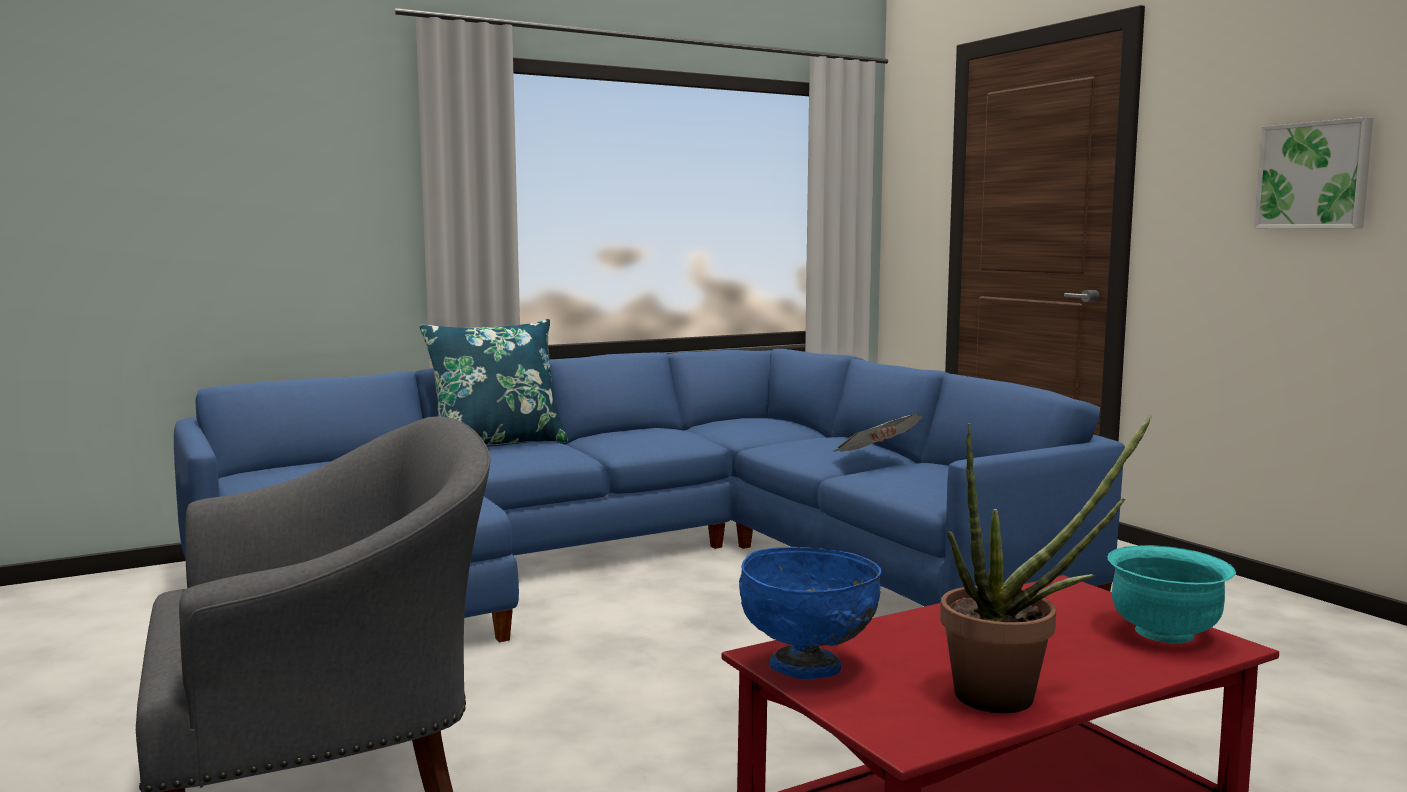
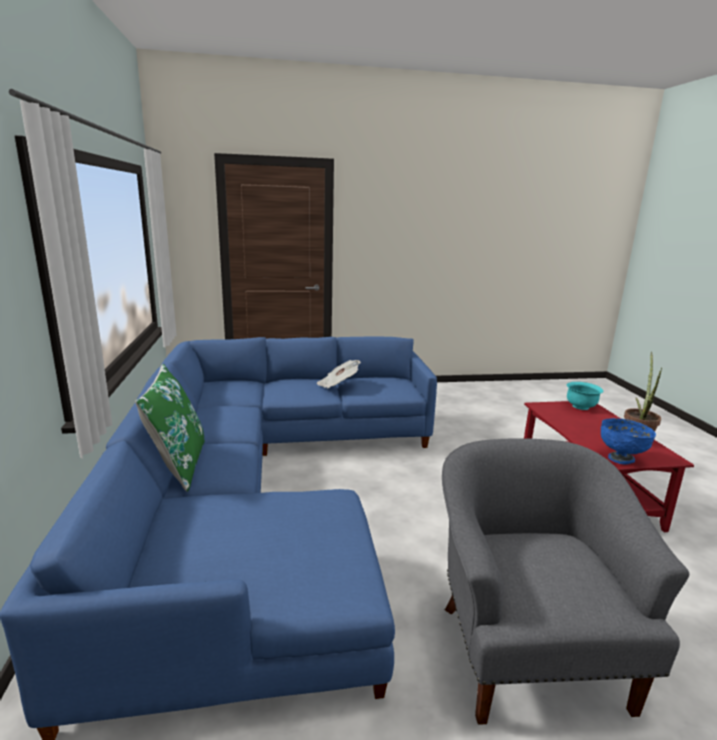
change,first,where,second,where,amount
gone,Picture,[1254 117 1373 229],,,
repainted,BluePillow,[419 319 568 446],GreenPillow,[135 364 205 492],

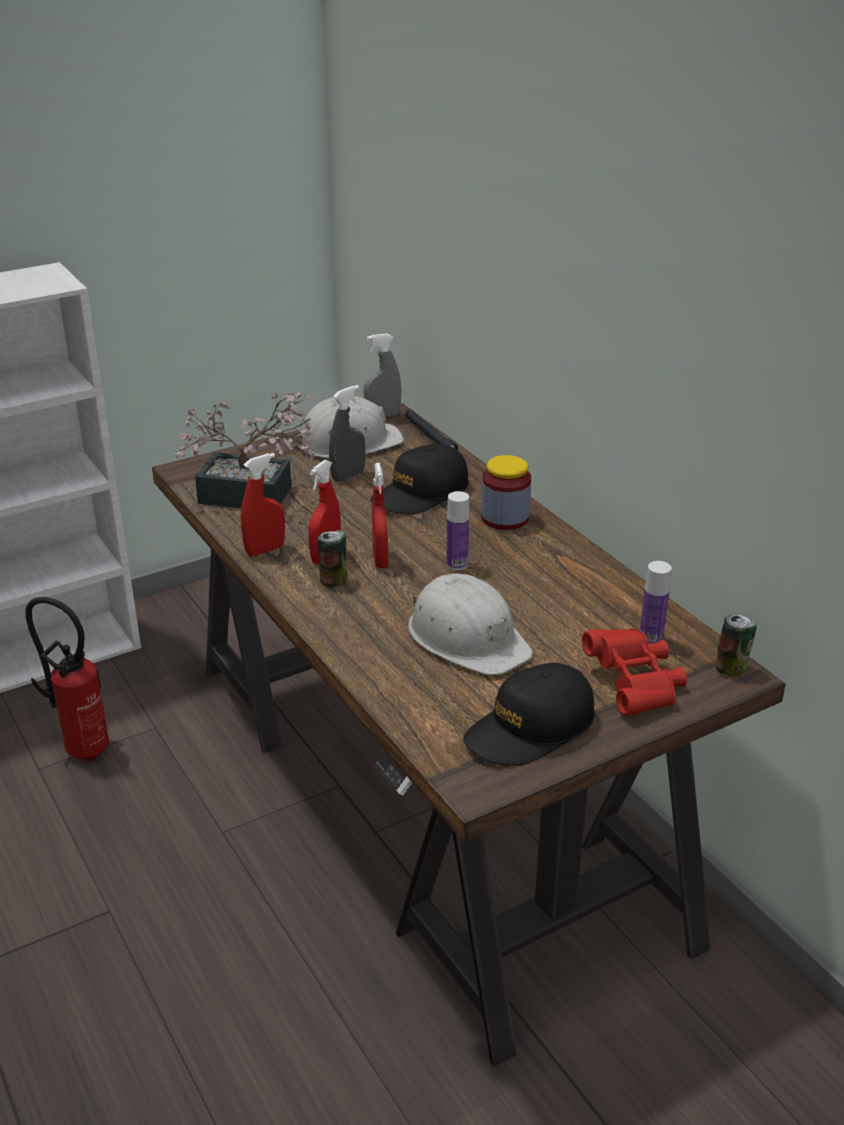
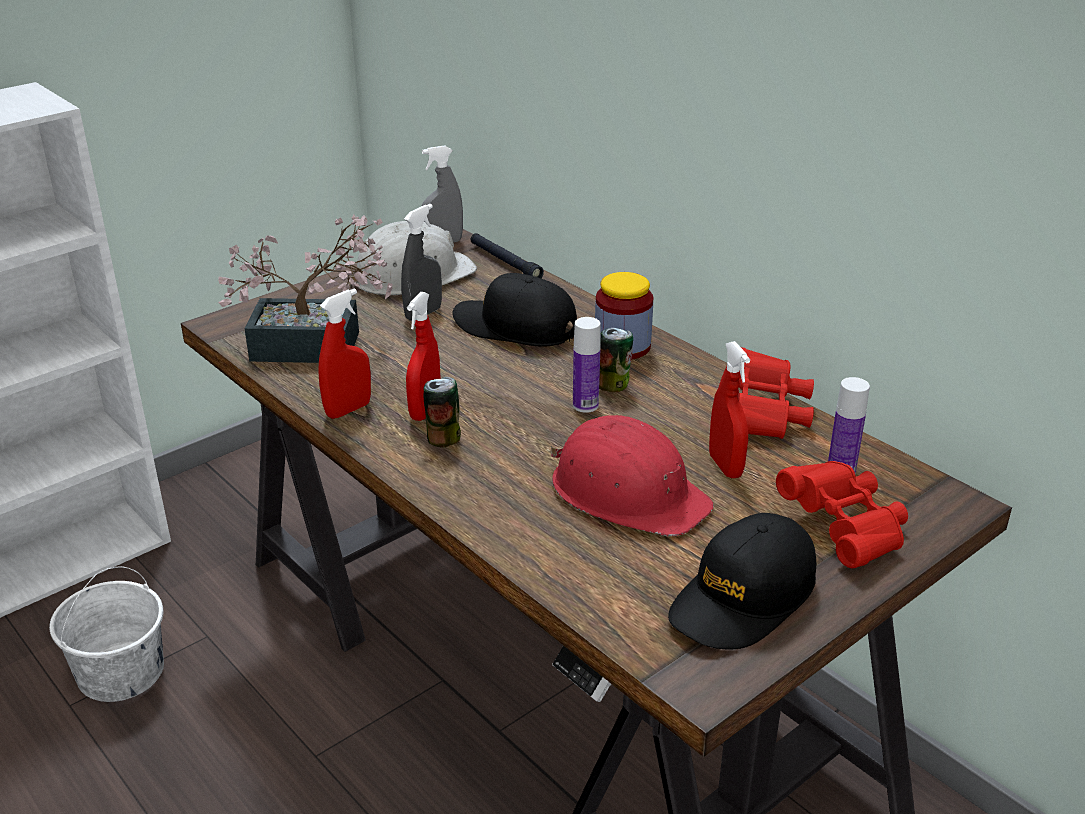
change,first,where,second,where,amount
rotated,BlackCap,[370 444 469 515],,[452 273 577 346],75 degrees clockwise
shifted,RedSprayBottle,[372 463 388 568],,[709 341 750 478],
repainted,WhiteHardHat,[408 574 533 676],RedHardHat,[551 415 714 536],
swapped,FireExtinguisher,[25 597 109 762],WhiteBucket,[49 566 164 702],
shifted,Can,[716 614 757 676],,[599 328 633 392],
new,,,RedBinoculars,[738 347 814 439],

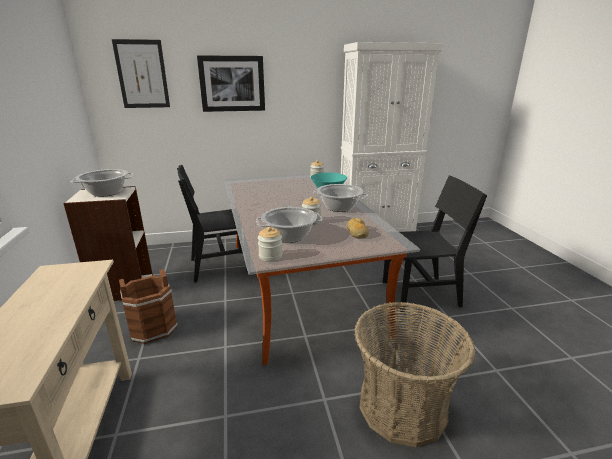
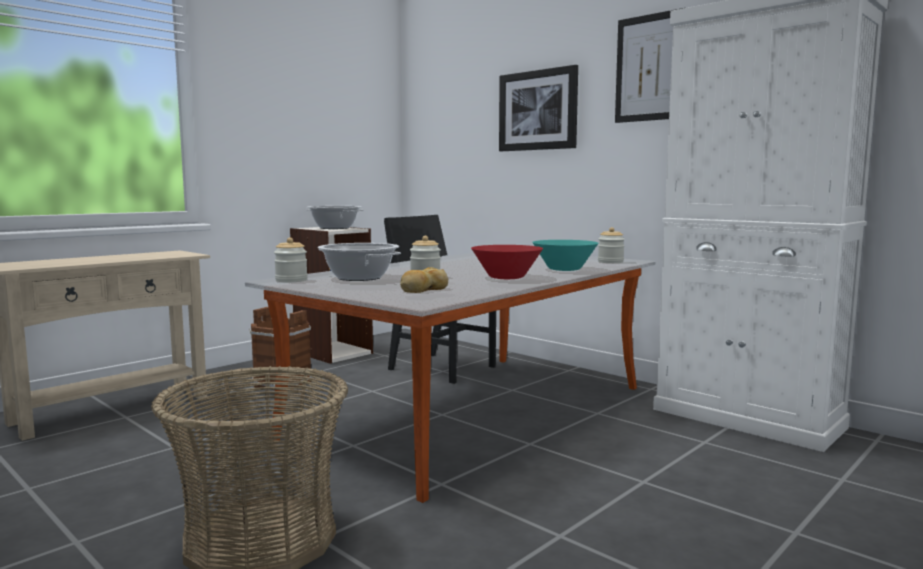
change,first,where,second,where,amount
shifted,Picture,[112 39 170 108],,[615 8 683 123],
gone,BlackChair,[383 176 487 312],,,
swapped,CookingPot,[313 184 368 212],RedBowl,[471 245 543 279],

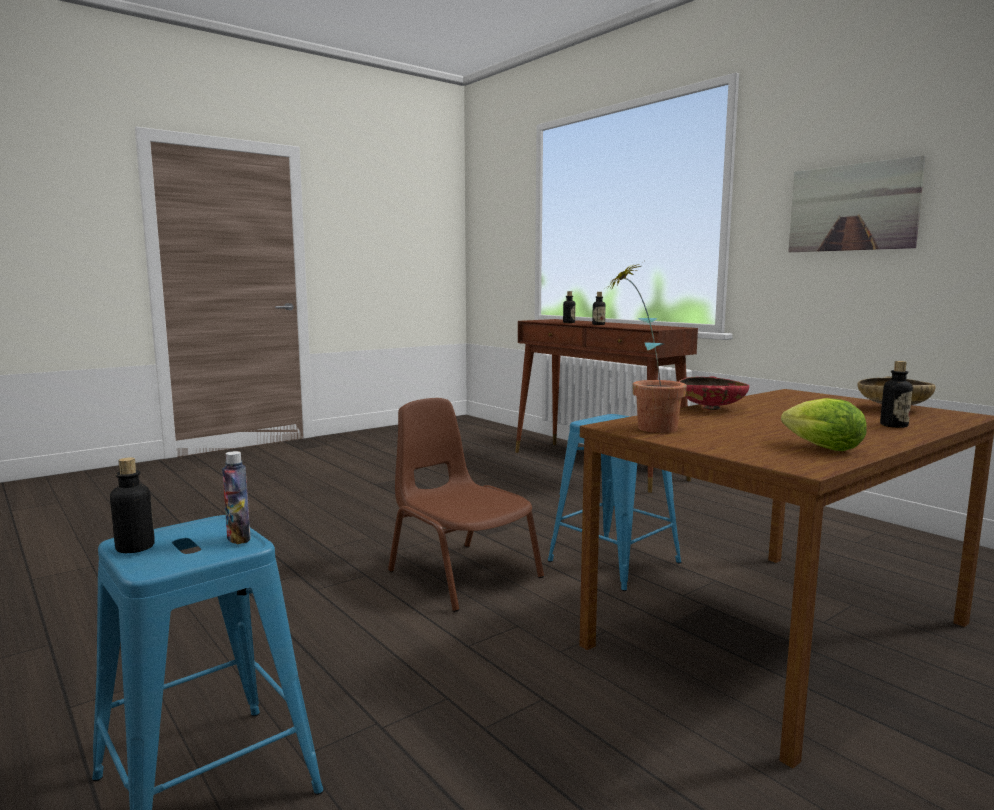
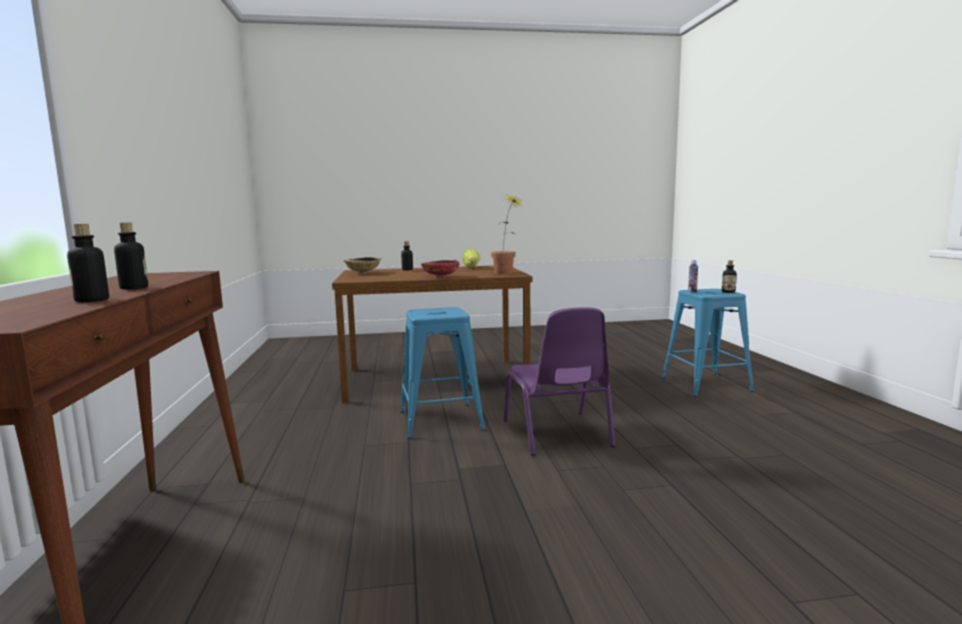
change,first,where,second,where,amount
gone,Picture,[788 155 926 252],,,
repainted,BrownChair,[388 398 544 612],PurpleChair,[504 307 616 456],

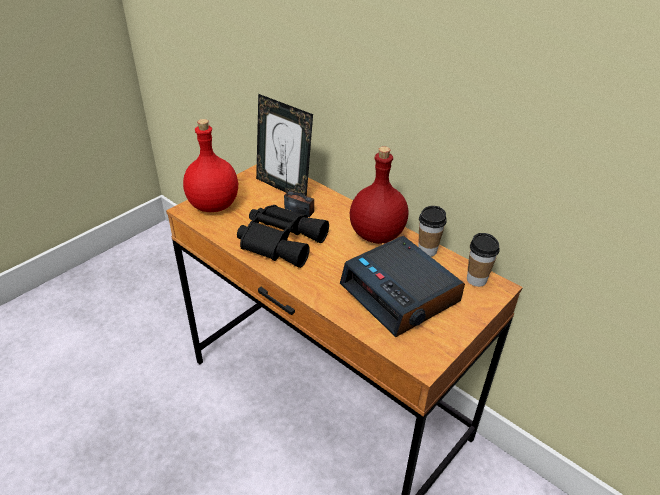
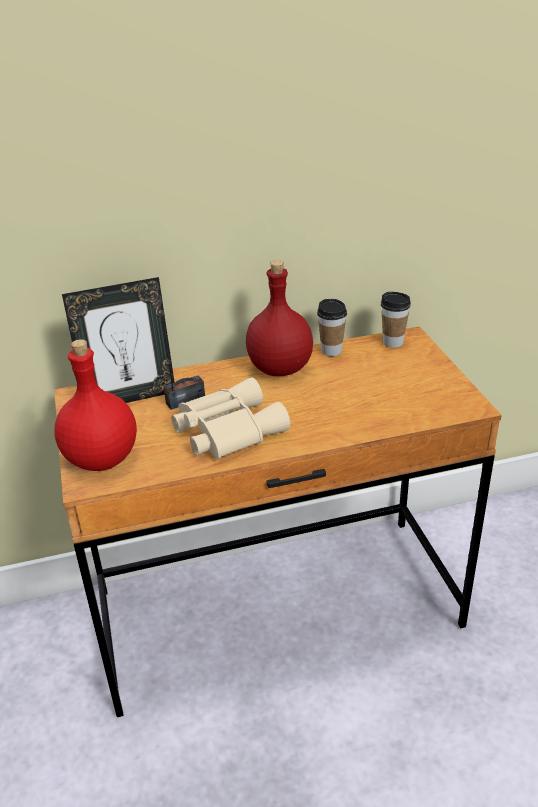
change,first,where,second,where,amount
repainted,BlackBinoculars,[237 205 329 268],BeigeBinoculars,[171 377 290 459],
gone,AlarmClock,[340 236 465 337],,,

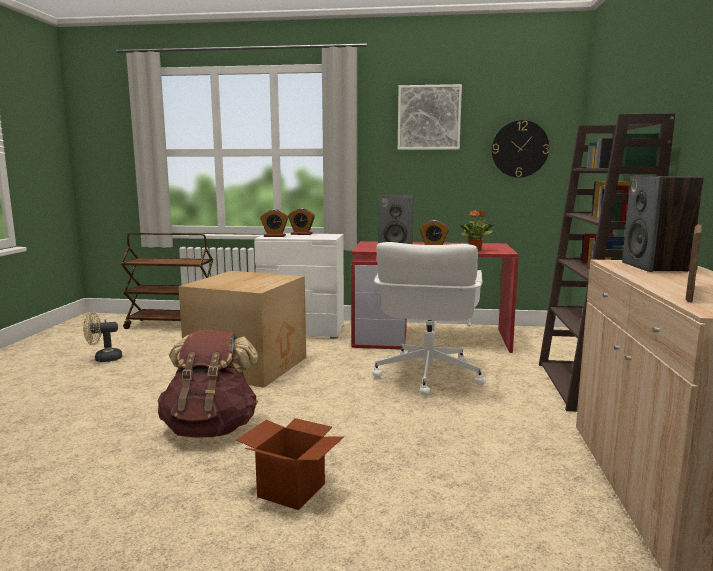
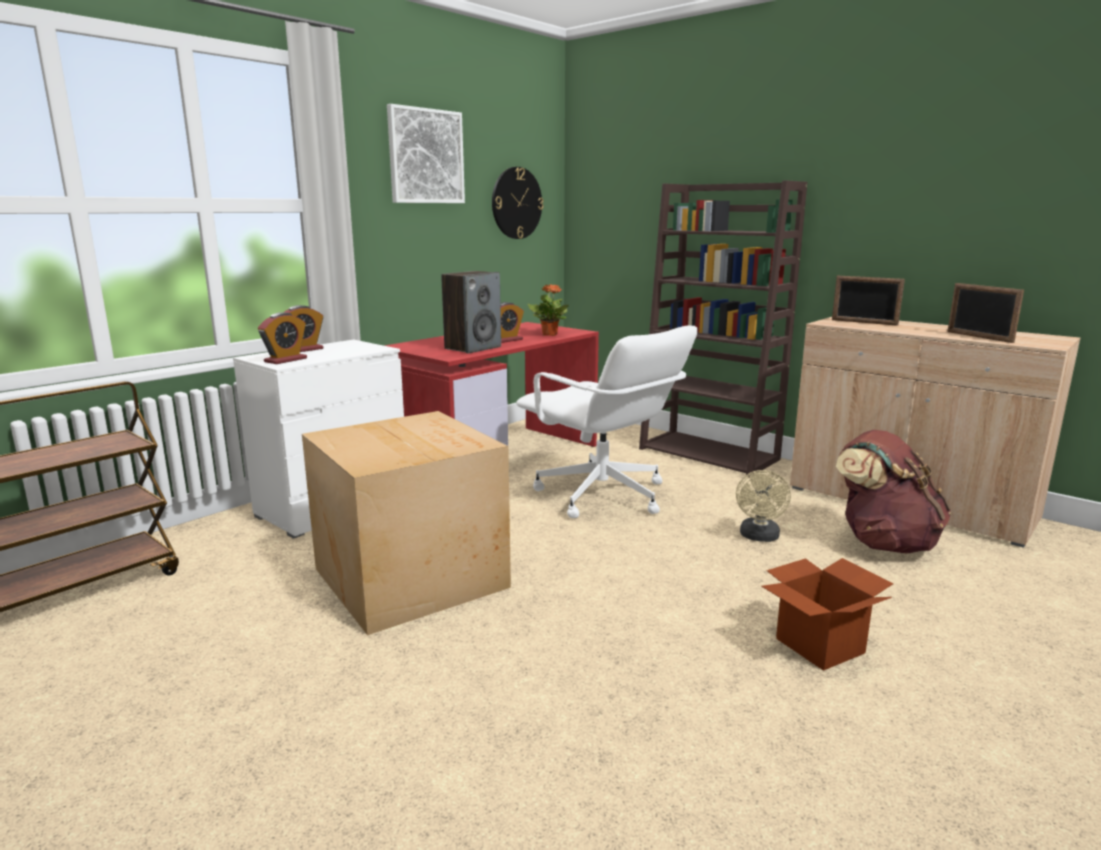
change,first,where,second,where,amount
swapped,Speaker,[622 175 703 272],PictureFrame,[832 275 905 326],
shifted,BeigeFan,[83 312 122 362],,[736 470 791 542],
shifted,BrownBackpack,[158 330 258 438],,[836 430 951 554],

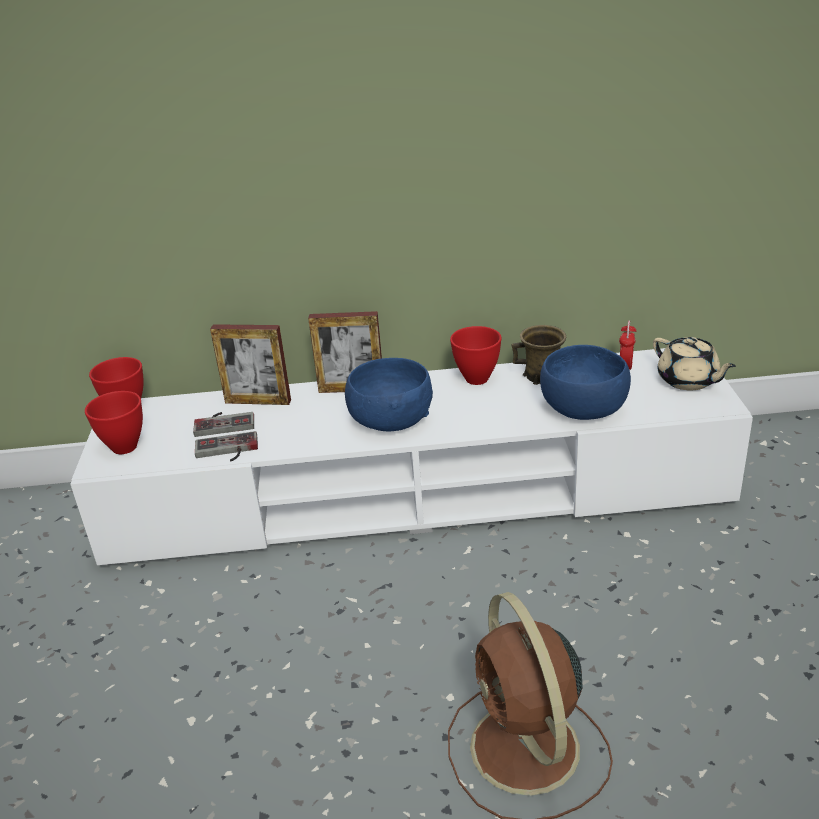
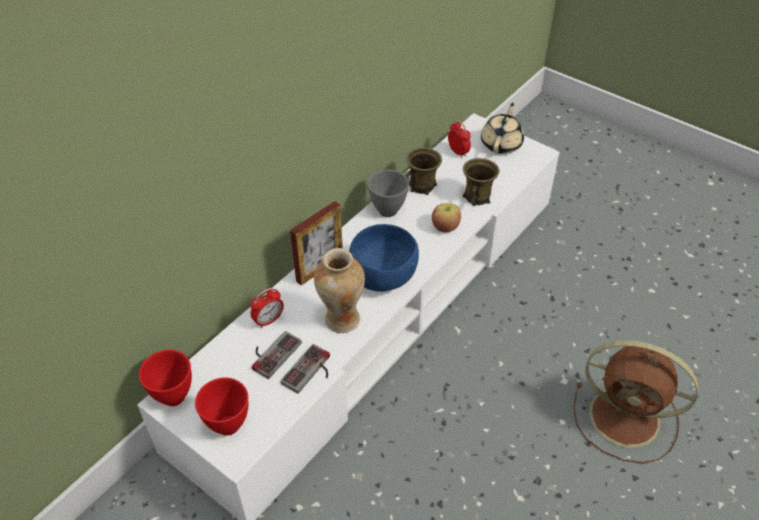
change,first,where,second,where,amount
swapped,PictureFrame,[210 324 291 405],AlarmClock,[250 288 284 328],
repainted,RedBowl,[450 326 502 385],GreyBowl,[368 170 409 217],
rotated,BeigeTeapot,[653 337 736 390],,[481 103 524 154],75 degrees counterclockwise
swapped,BlueBowl,[540 345 631 420],BrownMug,[463 158 499 206],
new,,,Apple,[432 203 461 233],
new,,,Vase,[314 248 365 333],

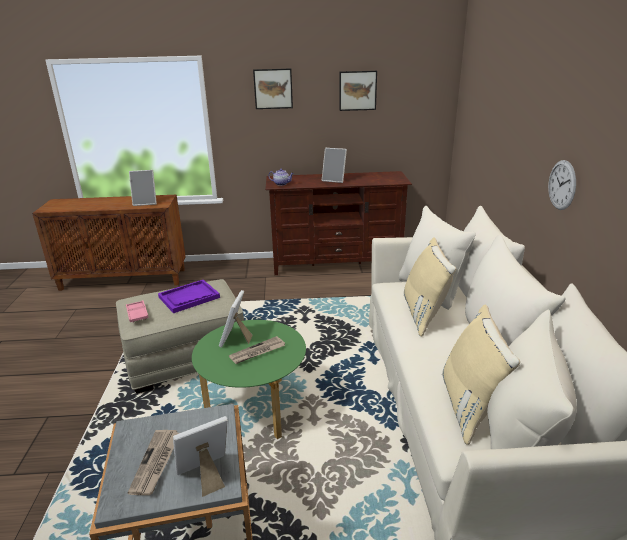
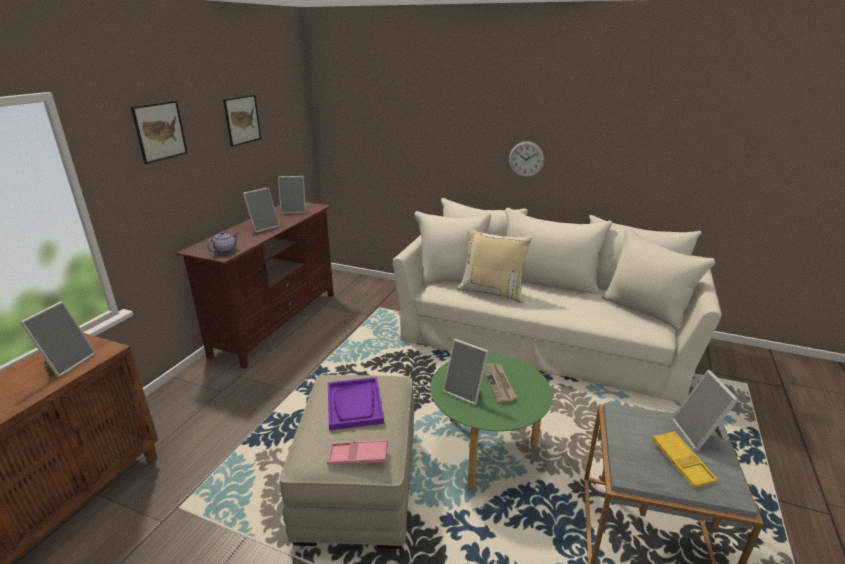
change,first,where,second,where,amount
gone,BeigePillow,[442 305 520 445],,,
swapped,Newspaper,[128 430 179 495],YellowTray,[652 431 717 488],
new,,,PictureFrame,[278 176 306 214],

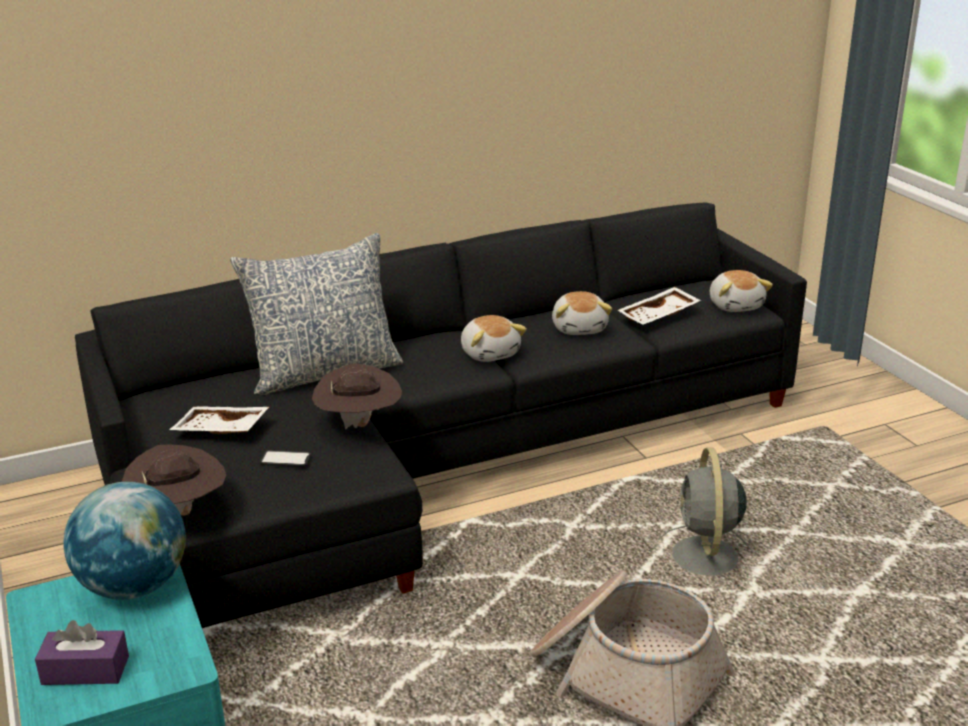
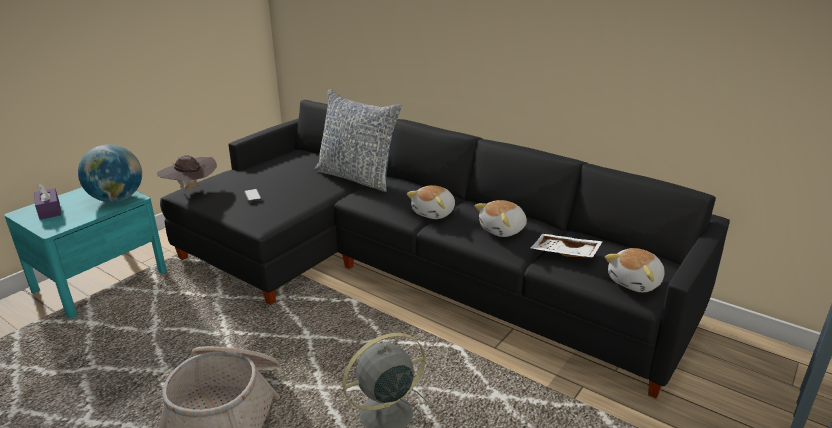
change,first,where,second,where,amount
gone,BrownHat,[312 363 402 429],,,
gone,WhiteTray,[169 406 269 434],,,

